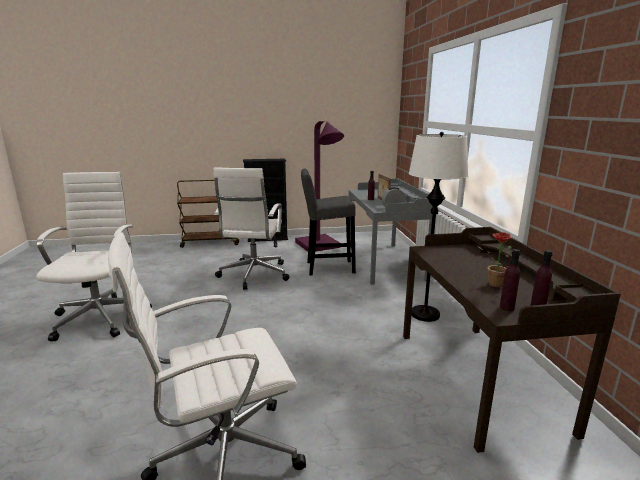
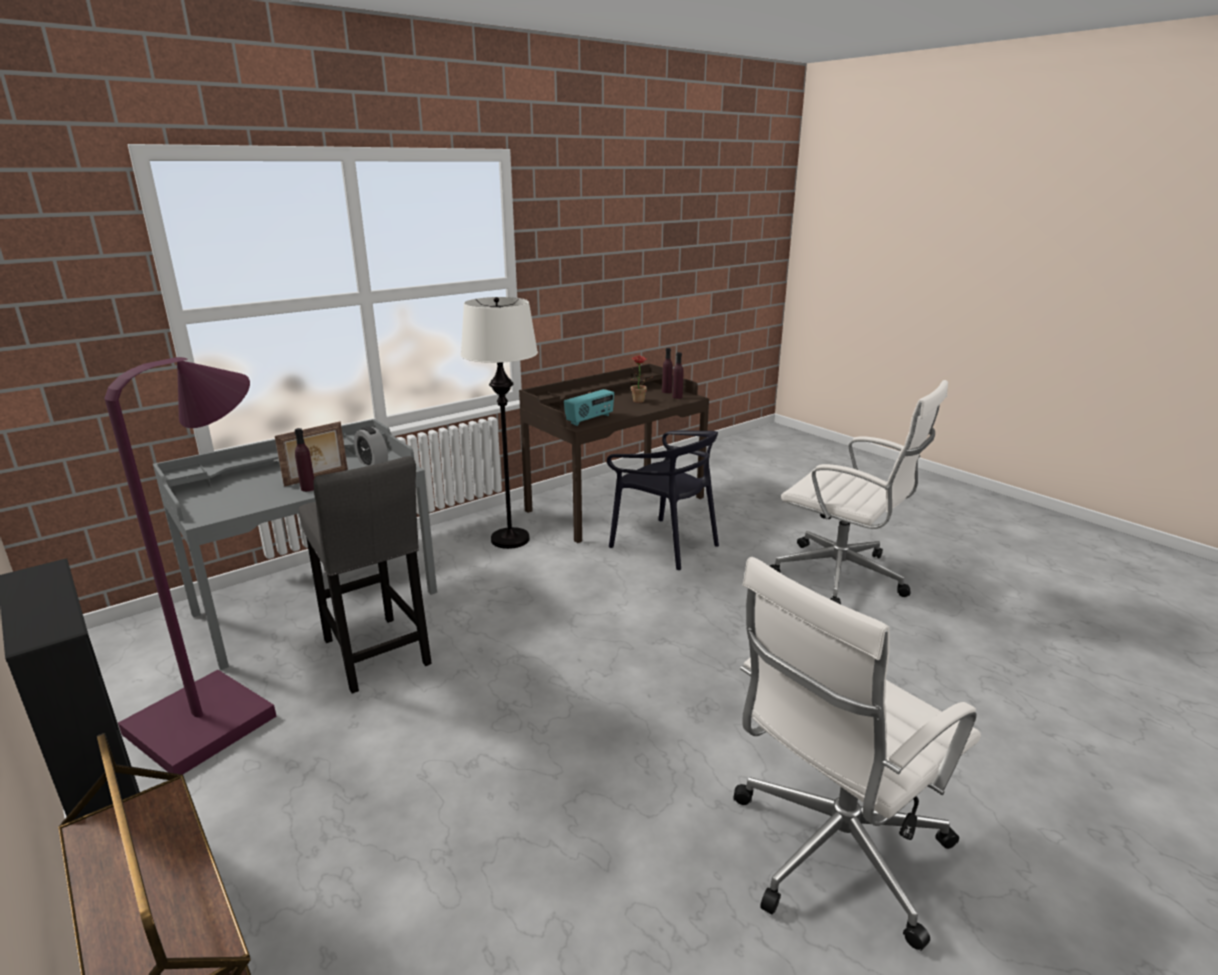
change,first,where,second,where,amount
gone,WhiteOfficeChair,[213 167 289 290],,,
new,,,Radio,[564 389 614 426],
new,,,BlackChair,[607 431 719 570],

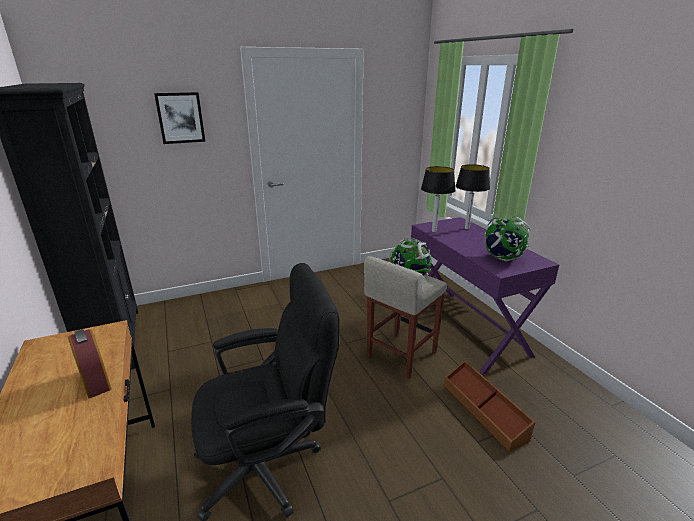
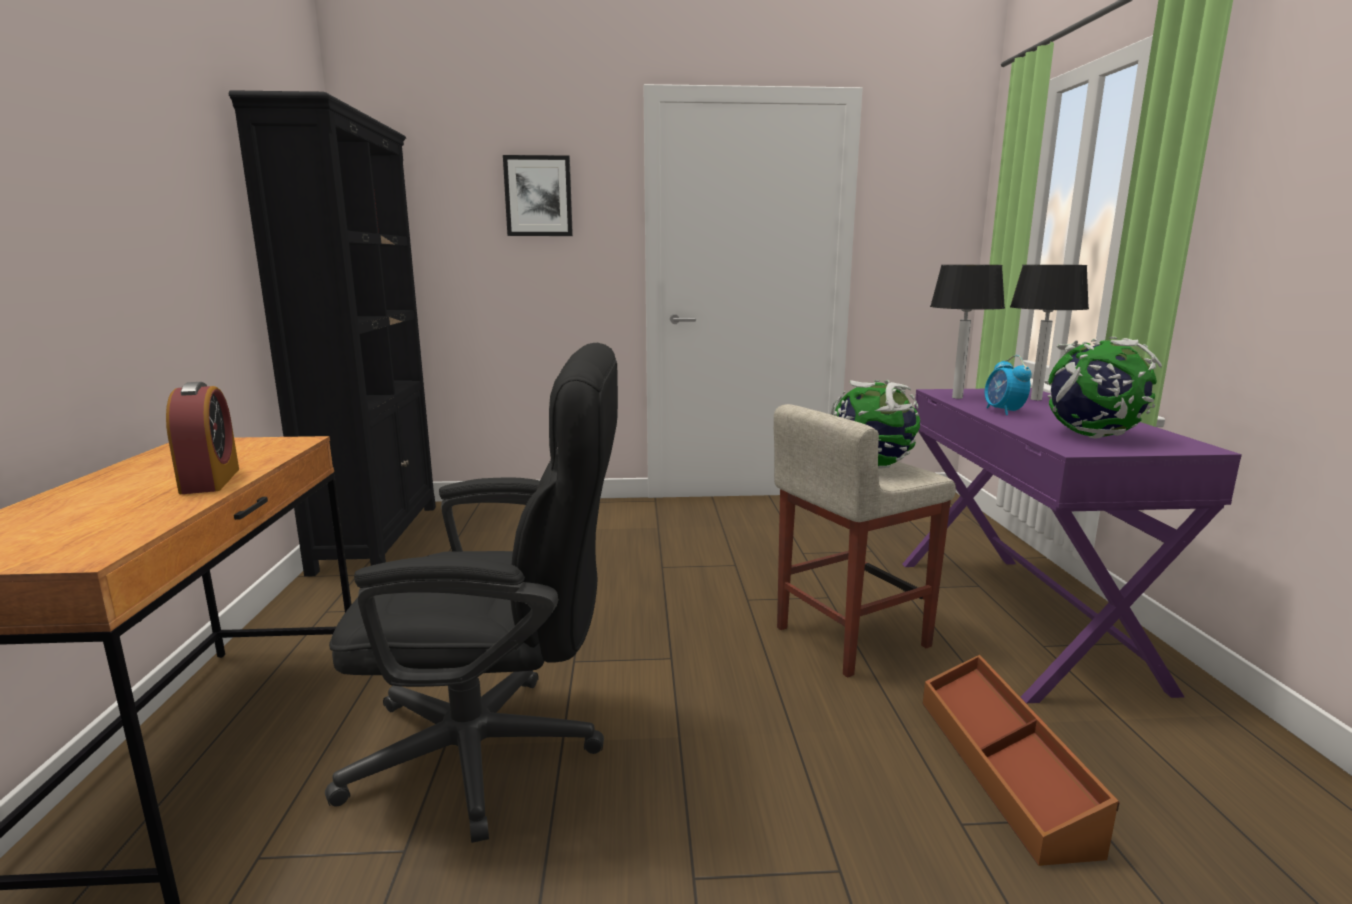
change,first,where,second,where,amount
new,,,AlarmClock,[985 355 1032 415],

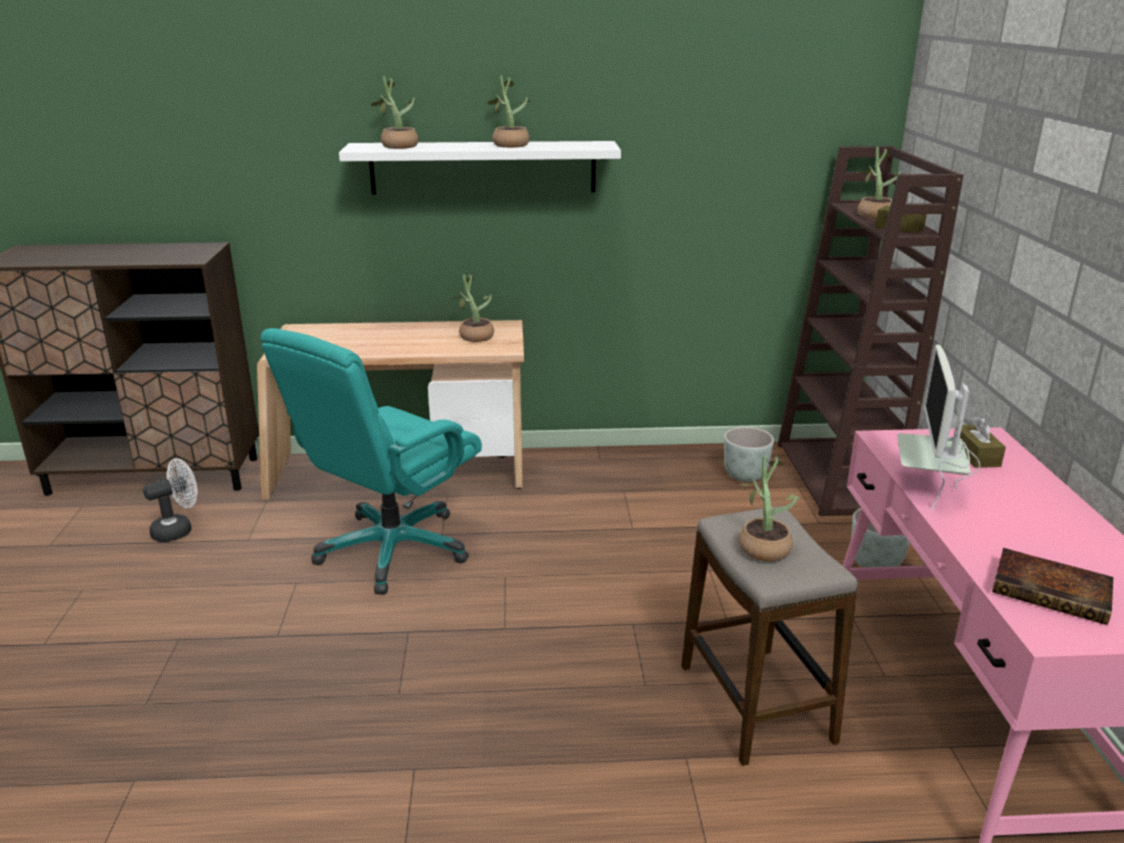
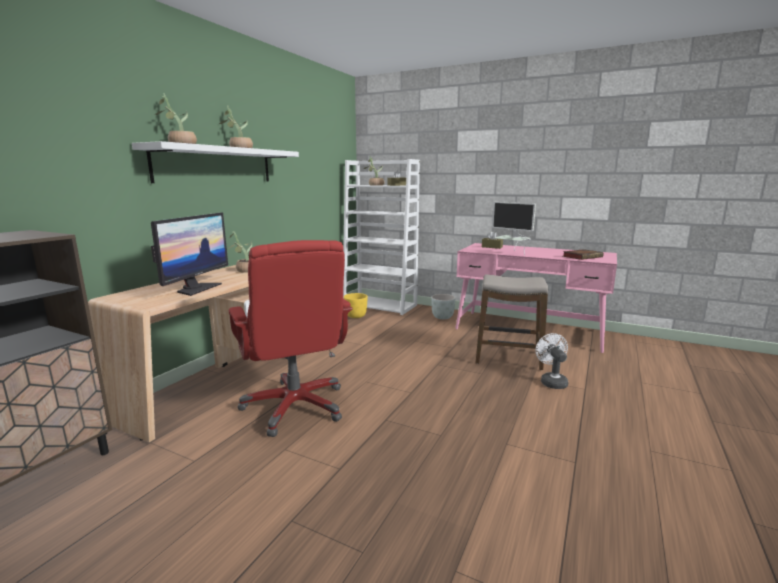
change,first,where,second,where,amount
repainted,BrownBookcase,[777 146 964 516],WhiteBookcase,[343 159 420 315],
repainted,TurquoiseOfficeChair,[260 328 482 594],RedOfficeChair,[229 240 353 437],
repainted,GreyPlanter,[724 427 774 482],YellowPlanter,[344 293 368 318],
gone,PottedPlant,[739 456 801 562],,,
shifted,WhiteFan,[143 458 198 542],,[536 333 568 389],
new,,,Monitor,[151 212 228 296],

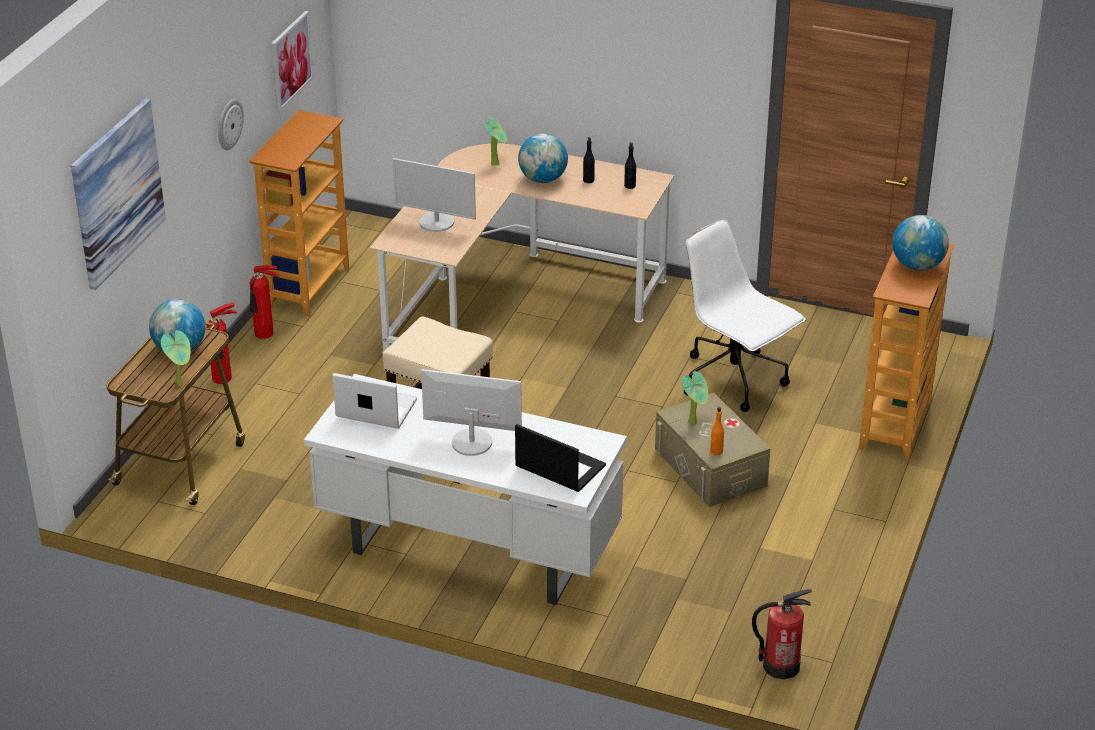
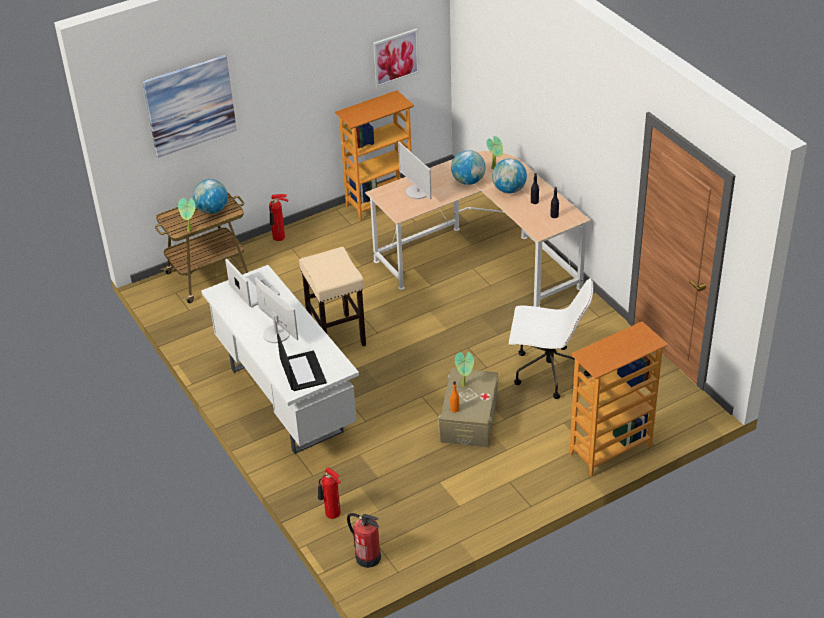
change,first,where,second,where,amount
gone,WallClock,[218 99 244 150],,,
shifted,Globe,[892 215 949 271],,[451 150 486 185],
rotated,WhiteOfficeChair,[684 220 806 412],,[509 278 593 399],105 degrees clockwise
shifted,FireExtinguisher,[250 265 280 339],,[318 467 341 519],

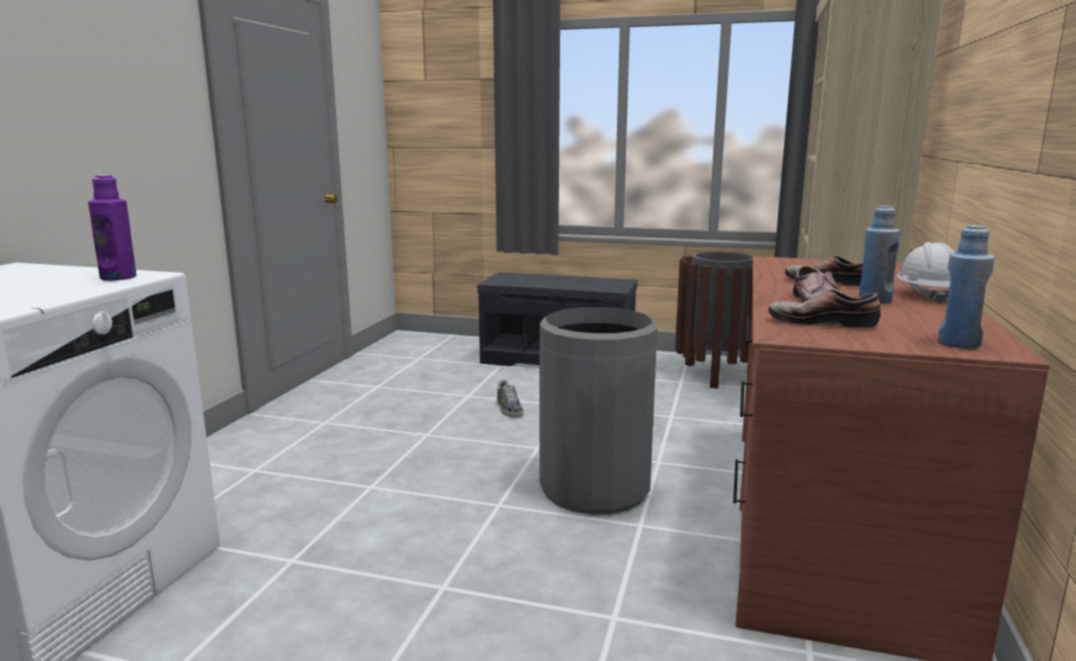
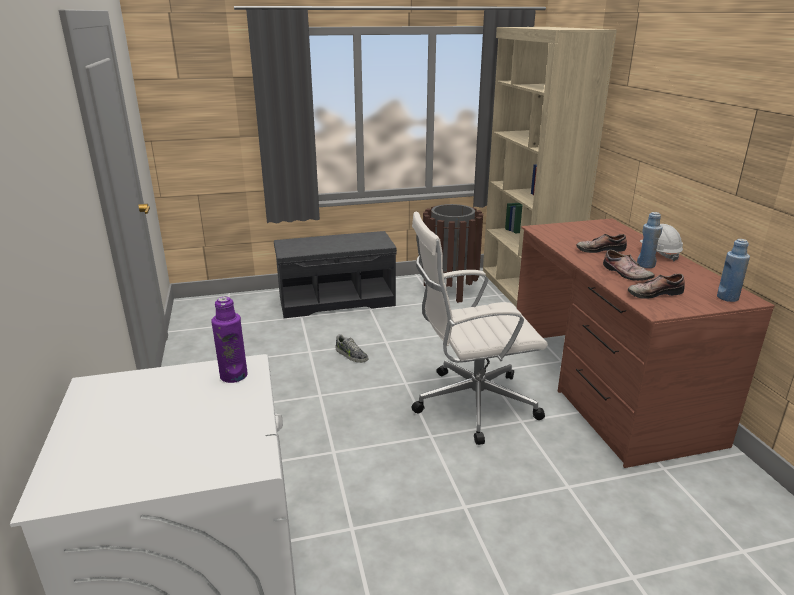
change,first,where,second,where,amount
swapped,GreyTrashCan,[540 307 657 515],WhiteOfficeChair,[411 212 548 445],

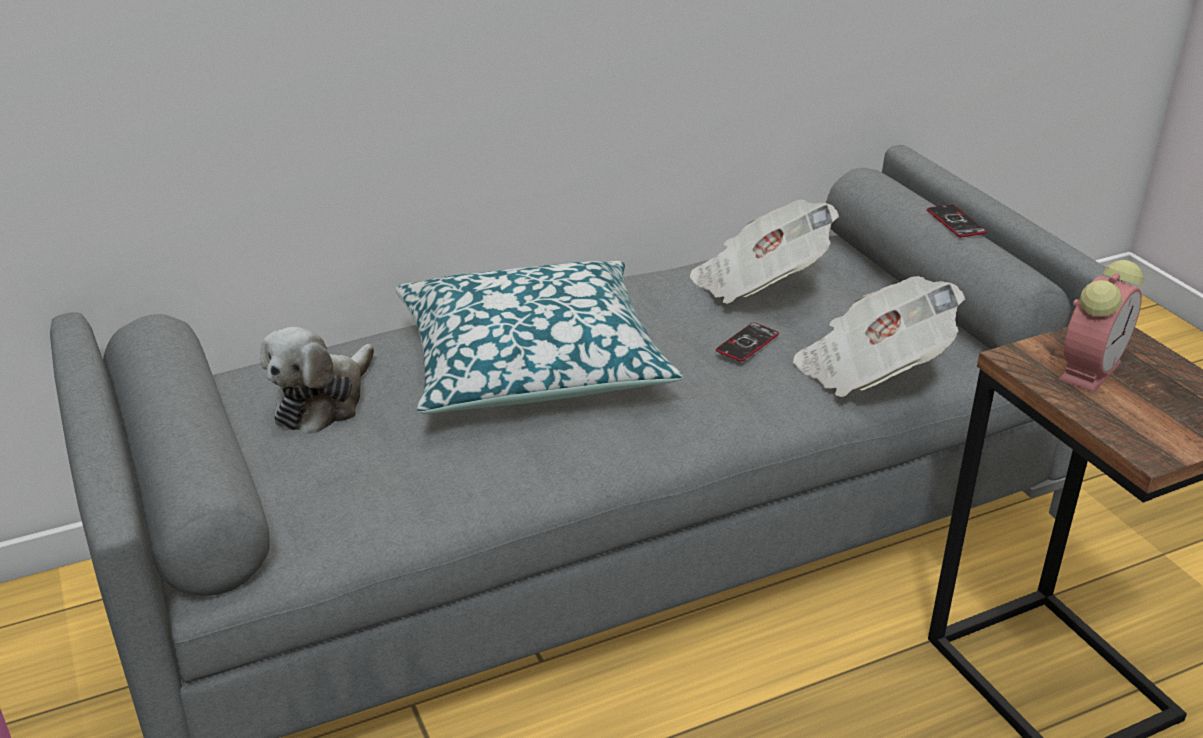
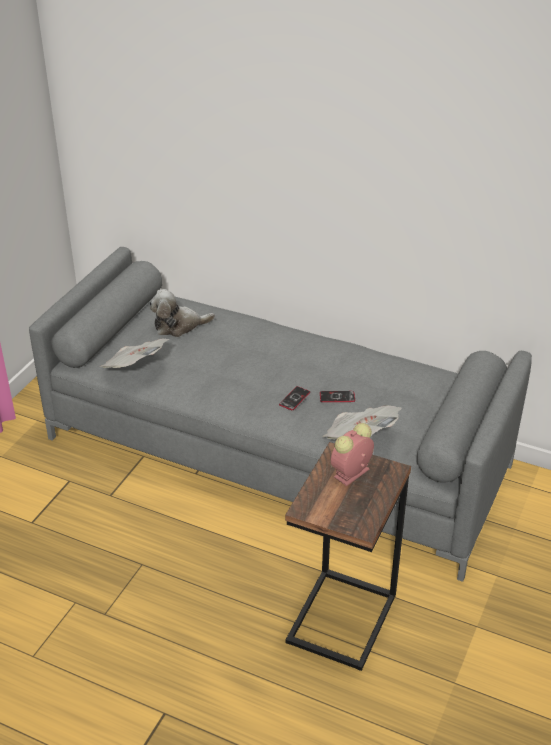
change,first,where,second,where,amount
shifted,Newspaper,[690 199 839 304],,[100 338 169 368],
shifted,Phone,[927 204 987 237],,[279 386 310 410],
rotated,AlarmClock,[1058 260 1144 393],,[331 423 374 486],135 degrees clockwise
gone,Pillow,[395 261 683 414],,,

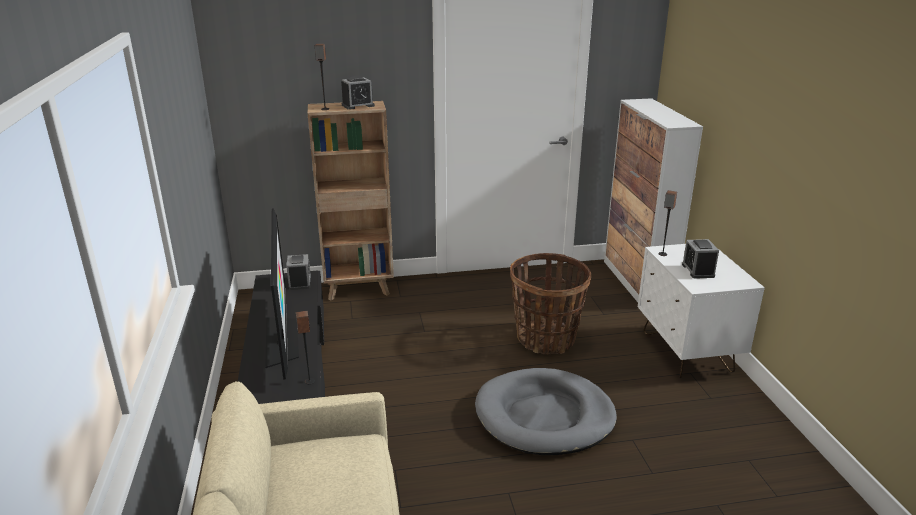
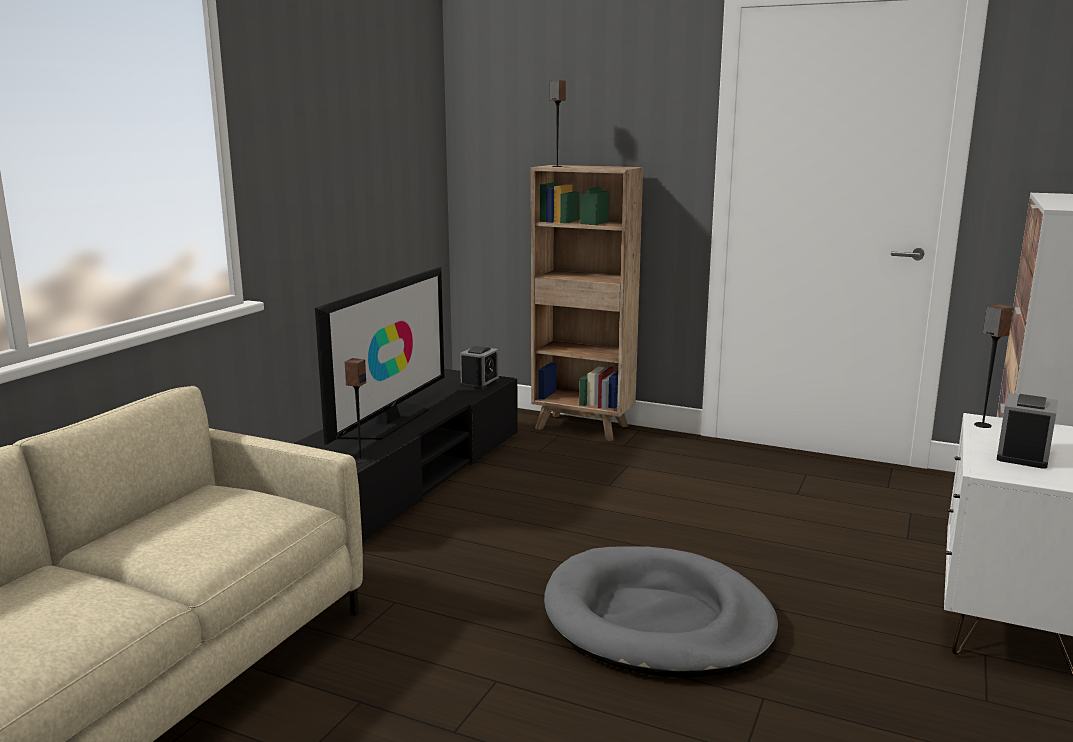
change,first,where,second,where,amount
gone,AlarmClock,[341 76 375 110],,,
gone,Basket,[510 253 591 354],,,

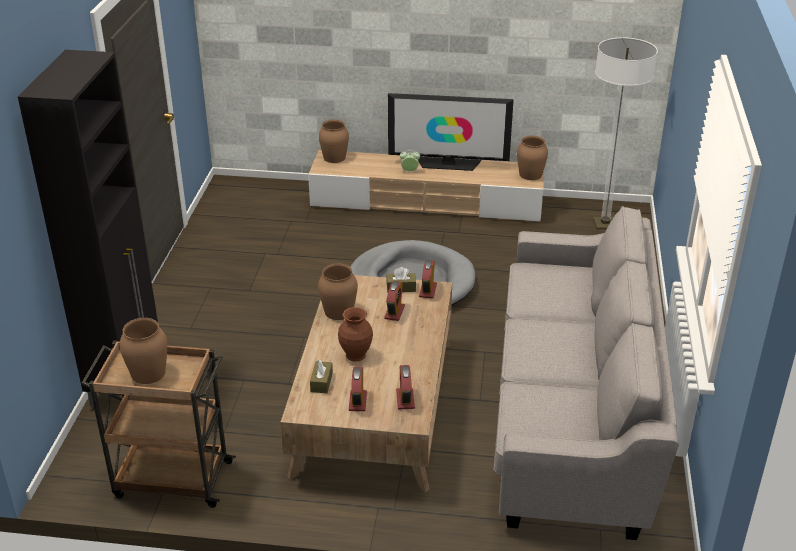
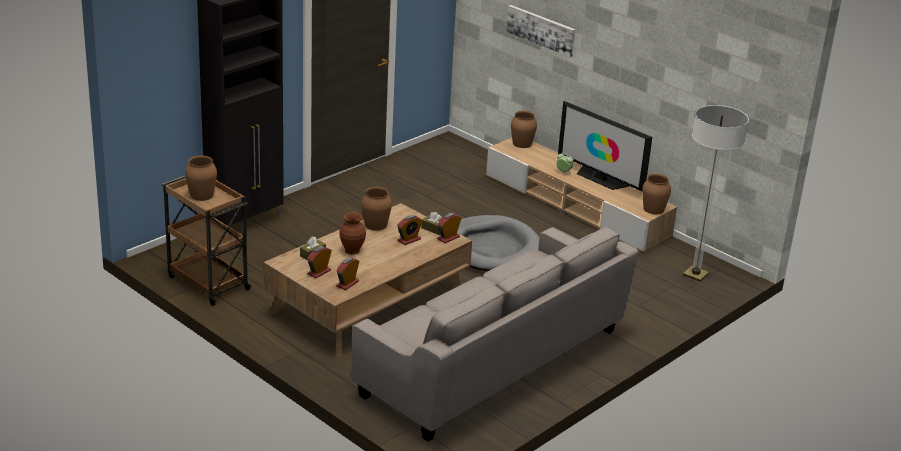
change,first,where,second,where,amount
new,,,Picture,[506 5 575 57],

